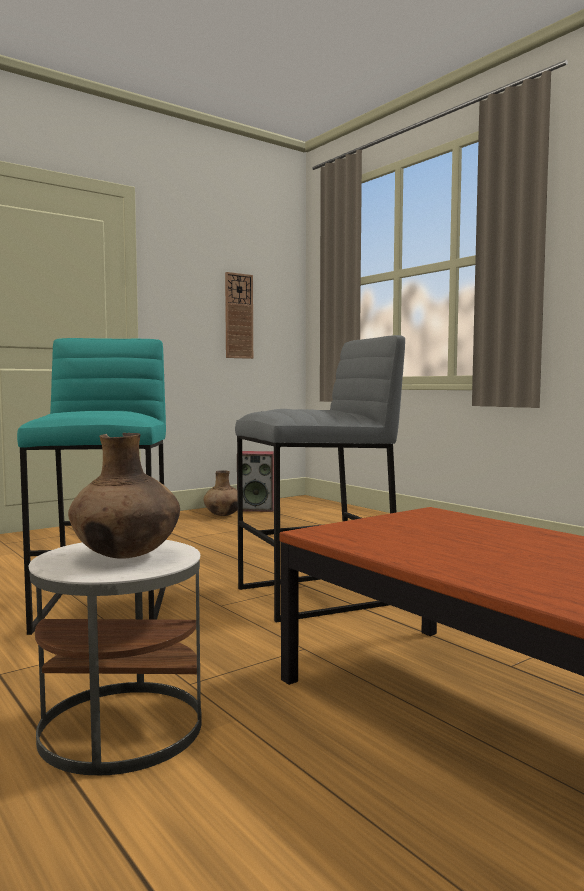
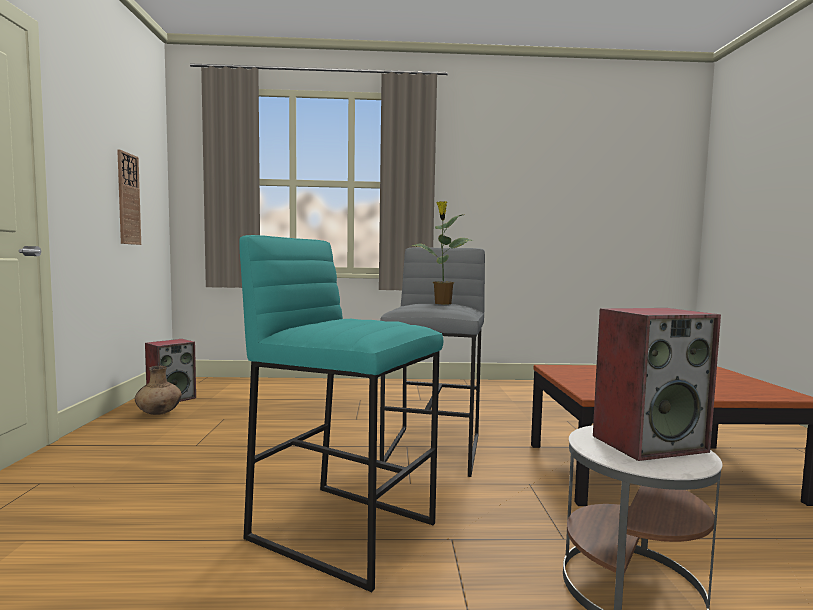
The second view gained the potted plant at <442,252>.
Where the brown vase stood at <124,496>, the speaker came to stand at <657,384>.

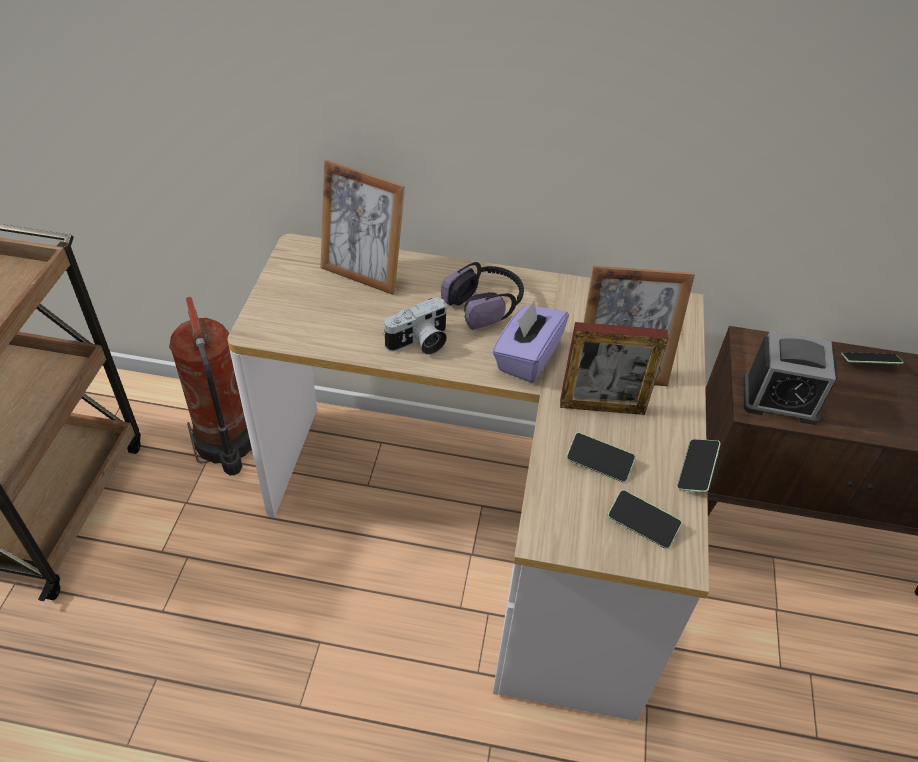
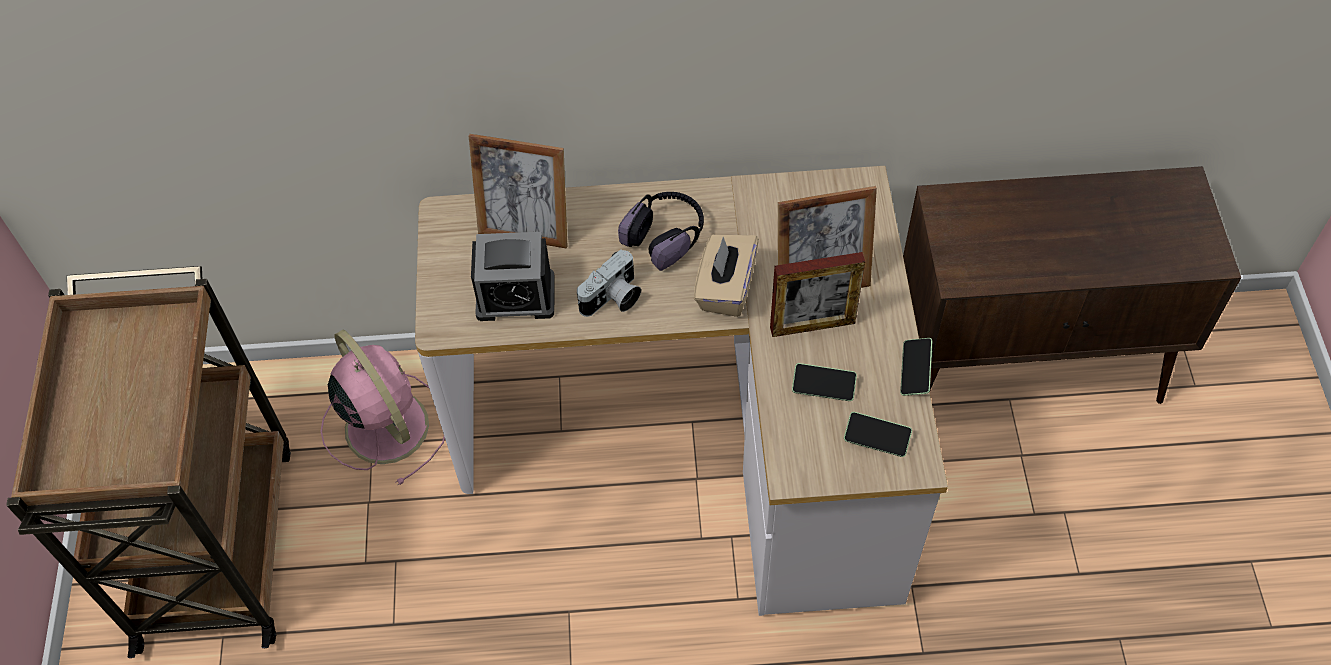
The second view lost the phone at <872,358>.
The alarm clock ended up elsewhere, having gone from <791,378> to <513,276>.
Where the fire extinguisher stood at <210,386>, the pink fan came to stand at <382,407>.
What was the purple tissue box at <530,341> turned into the beige tissue box at <726,276>.

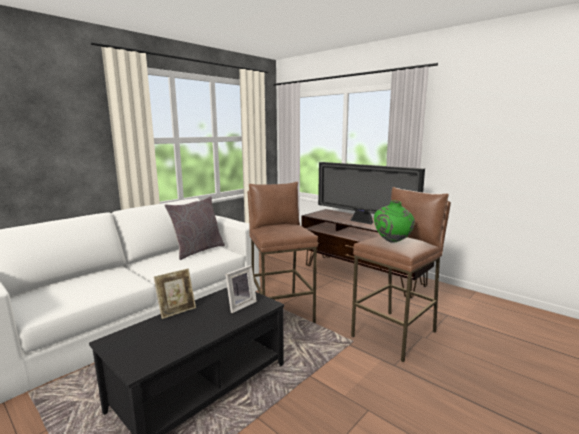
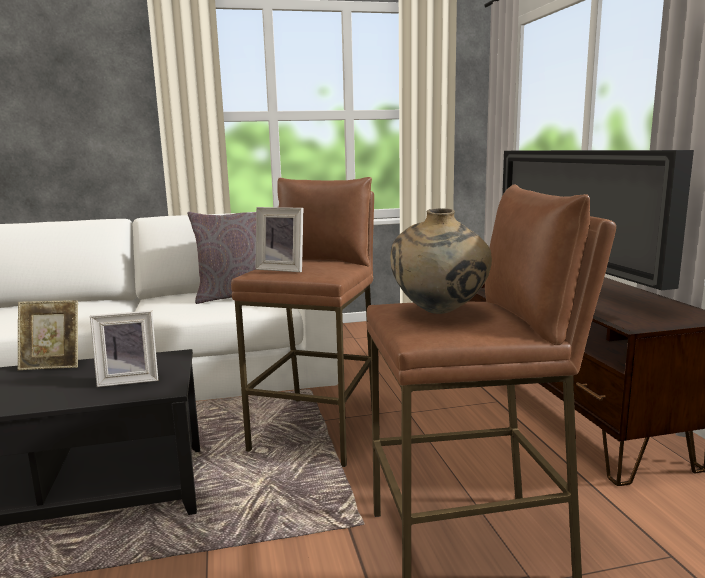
The second view gained the picture frame at <279,239>.
What was the green vase at <394,222> turned into the beige vase at <441,261>.

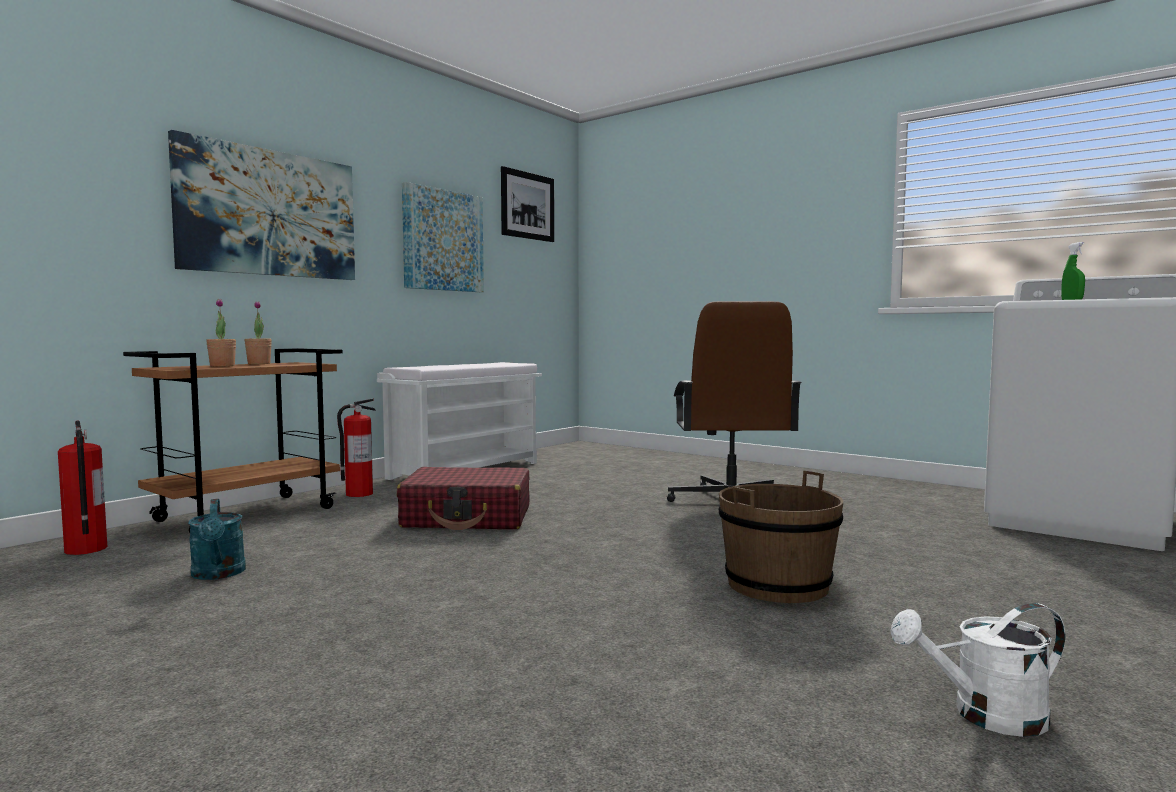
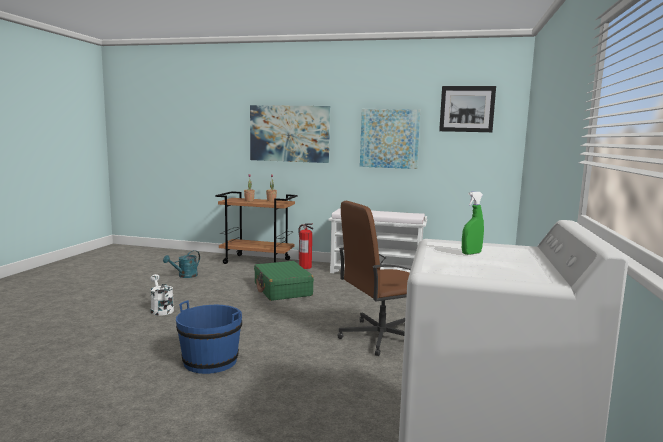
The second view lost the fire extinguisher at <82,487>.
The white watering can ended up elsewhere, having gone from <977,670> to <162,295>.
What was the red suitcase at <463,498> turned into the green suitcase at <284,281>.
What was the brown bucket at <781,537> turned into the blue bucket at <209,337>.

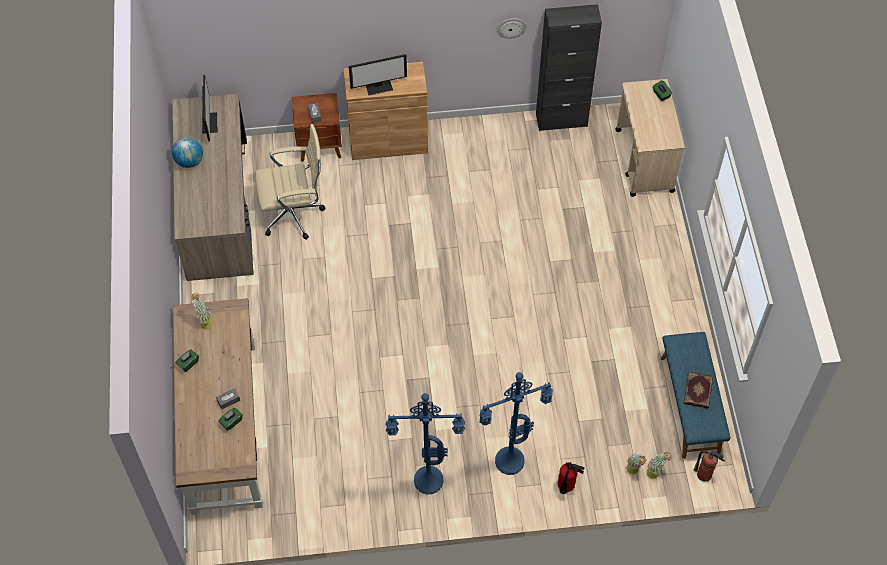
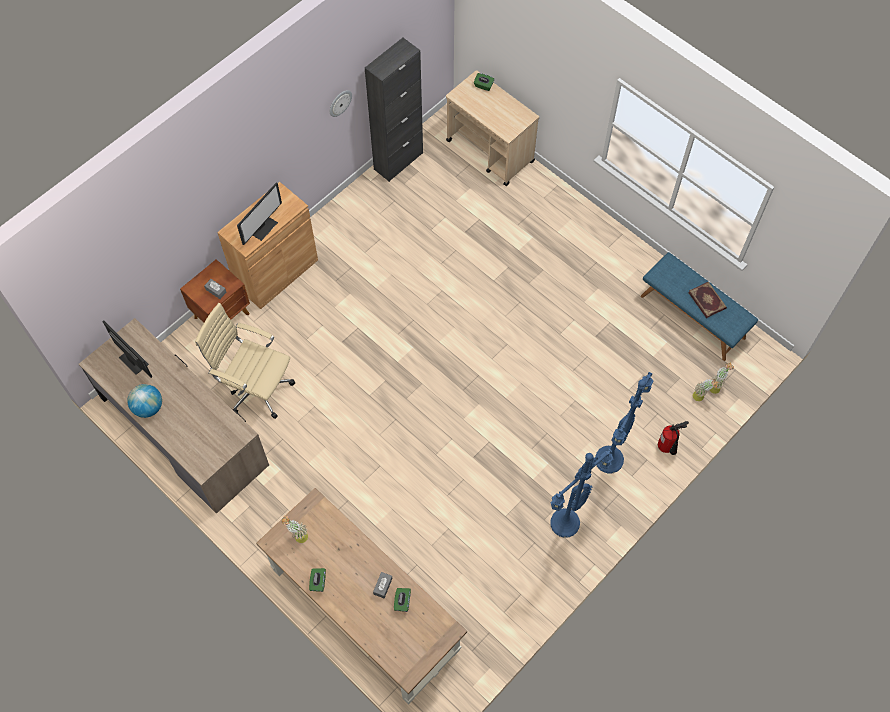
The second view lost the fire extinguisher at <709,466>.
The beige office chair at <290,182> ended up facing another way, 105 degrees counterclockwise from before.

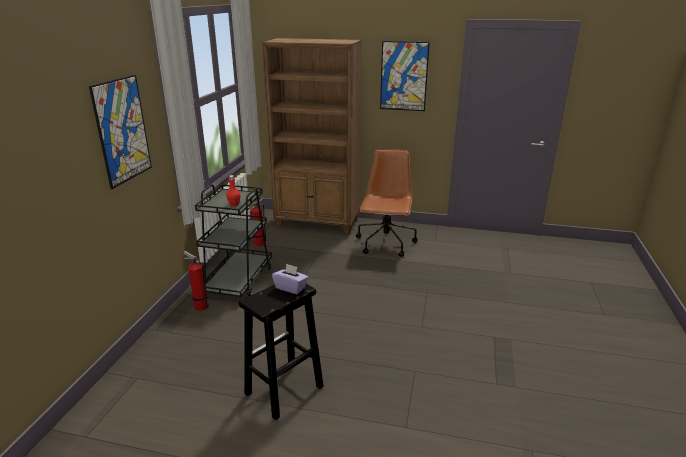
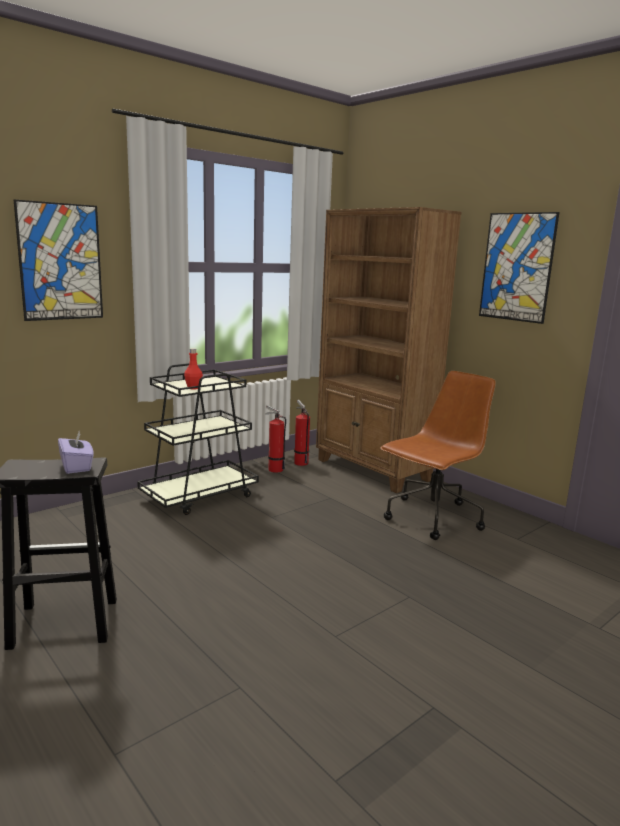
The fire extinguisher ended up elsewhere, having gone from <196,281> to <302,433>.

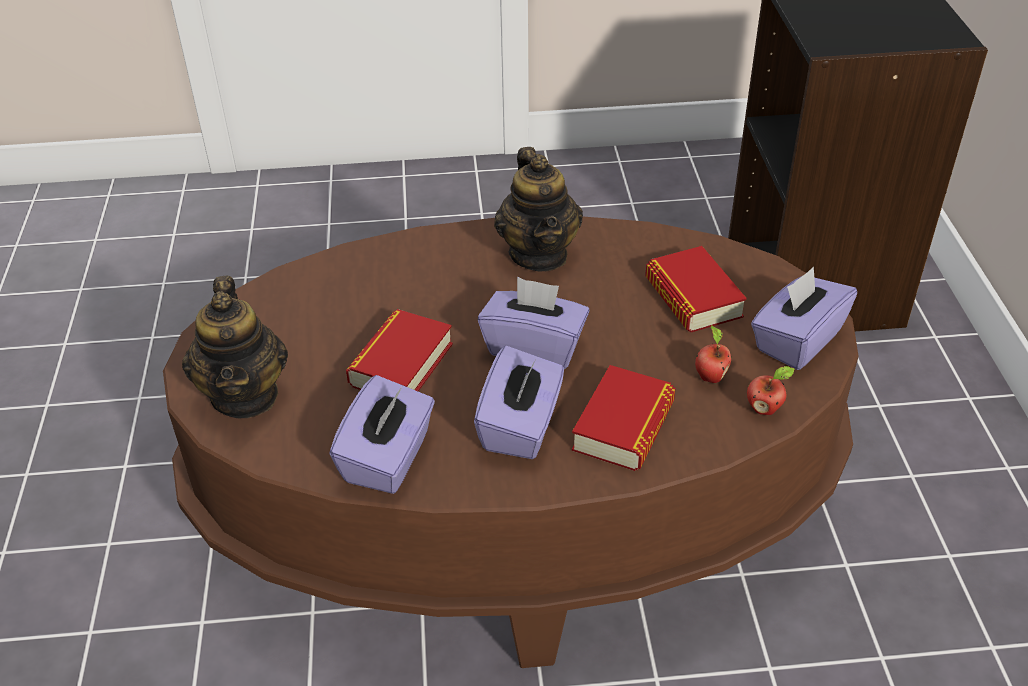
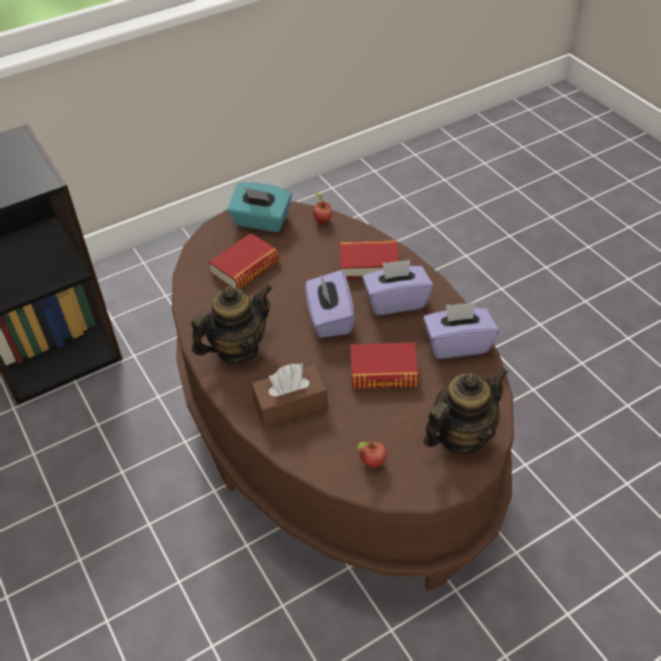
The second view gained the brown tissue box at <289,395>.
The apple ended up elsewhere, having gone from <713,354> to <372,454>.
What was the purple tissue box at <804,318> turned into the turquoise tissue box at <259,207>.

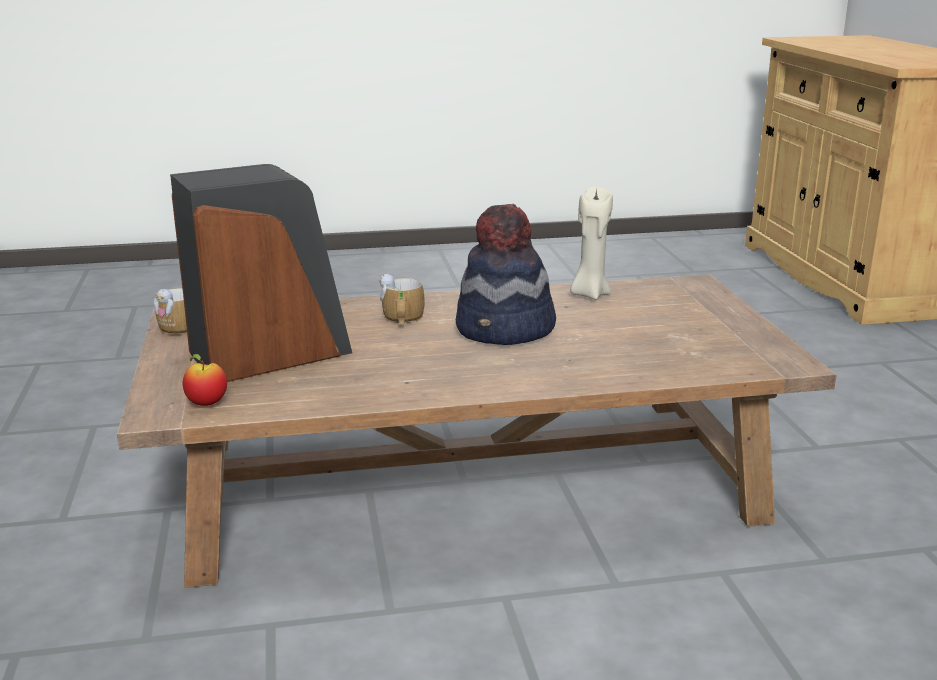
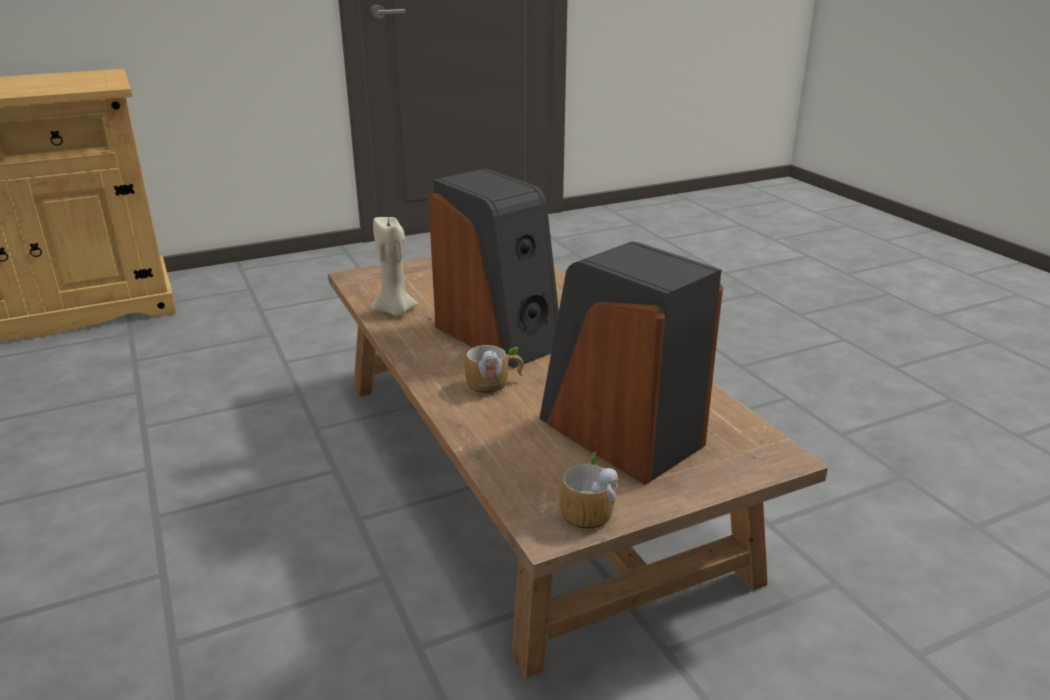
The second view lost the apple at <205,380>.
Where the hat stood at <506,274>, the speaker came to stand at <493,268>.

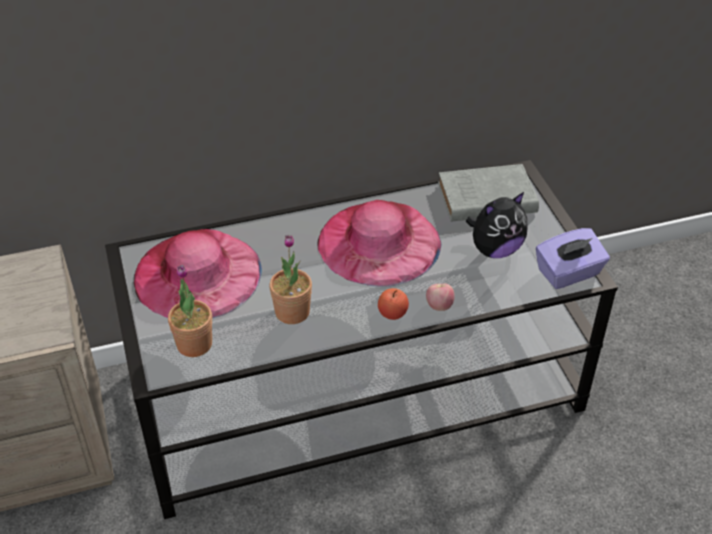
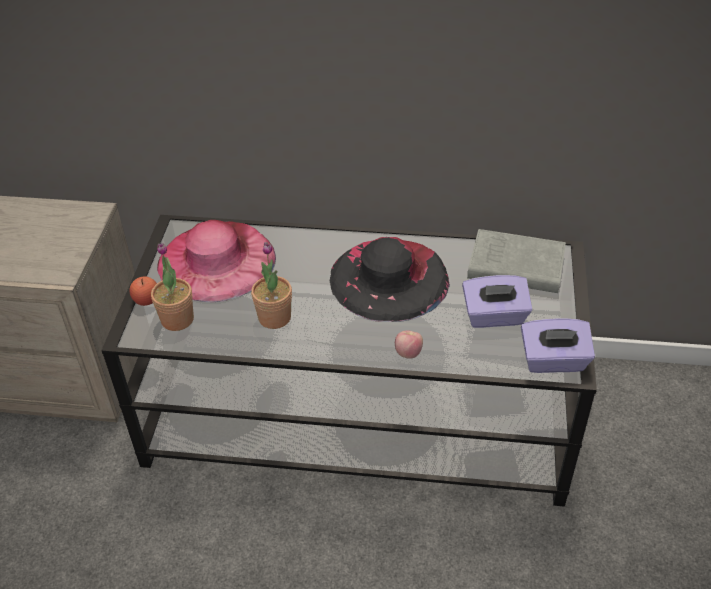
The apple ended up elsewhere, having gone from <393,304> to <143,291>.
Where the plush toy stood at <497,225>, the purple tissue box came to stand at <497,301>.
What was the pink hat at <379,243> turned into the black hat at <390,279>.

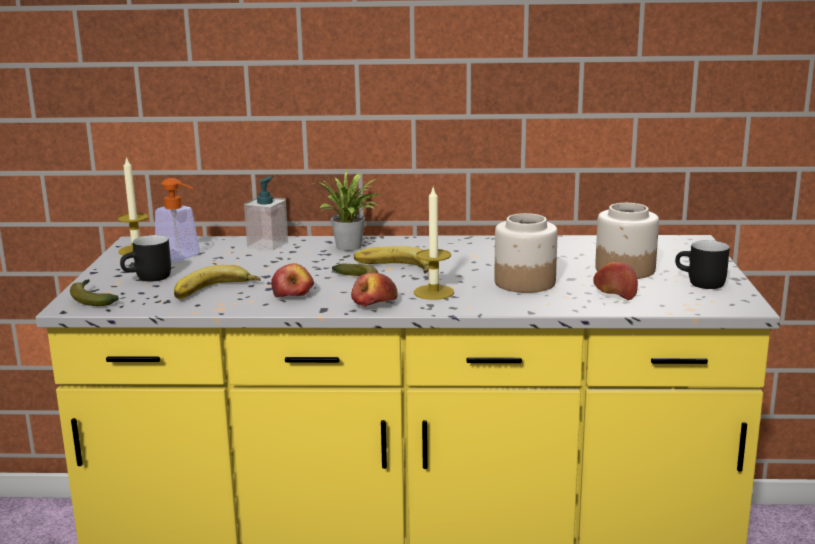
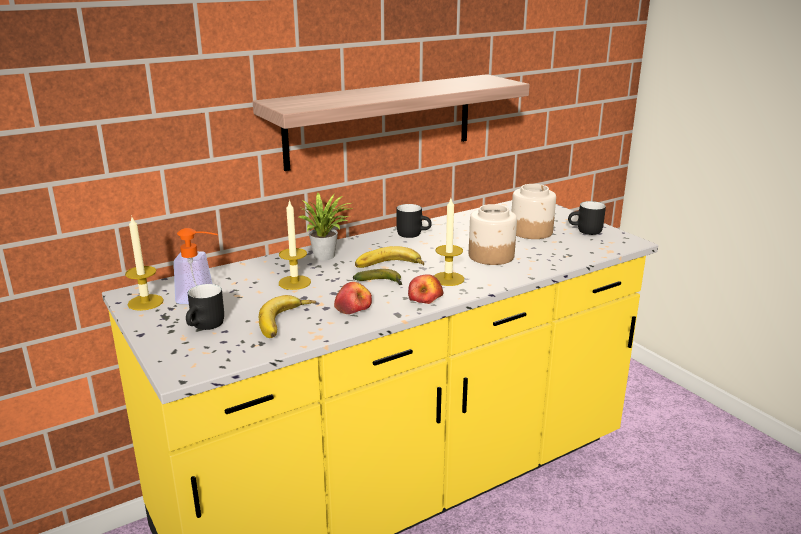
The second view lost the banana at <94,292>.
The second view lost the soap dispenser at <266,213>.
The second view lost the apple at <615,281>.
The second view gained the shelf at <391,122>.
The second view gained the candle at <295,245>.
The second view gained the black mug at <414,221>.

